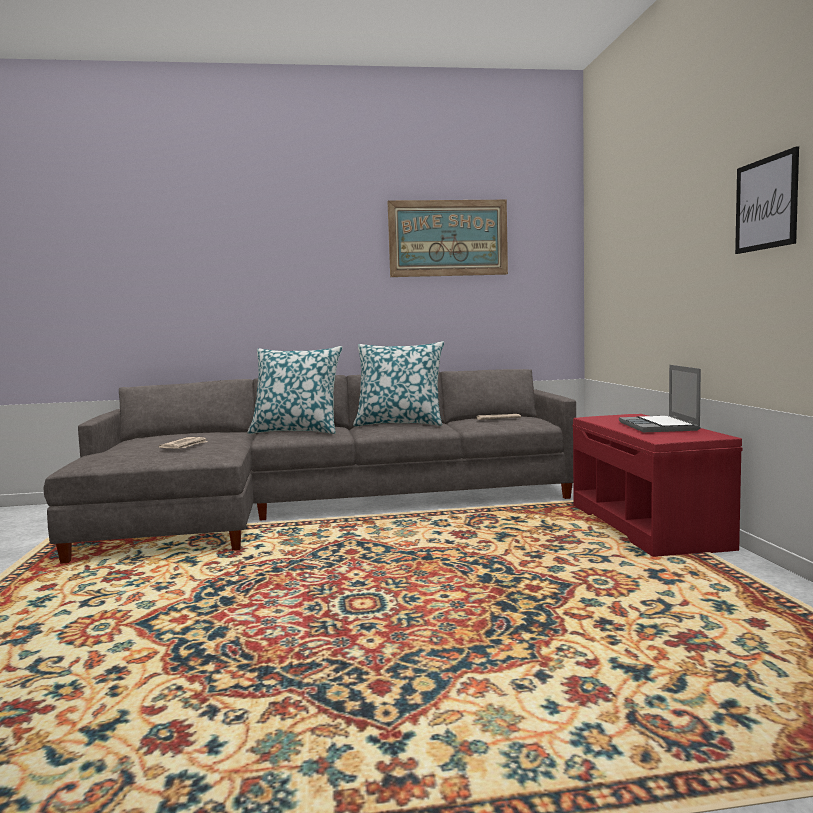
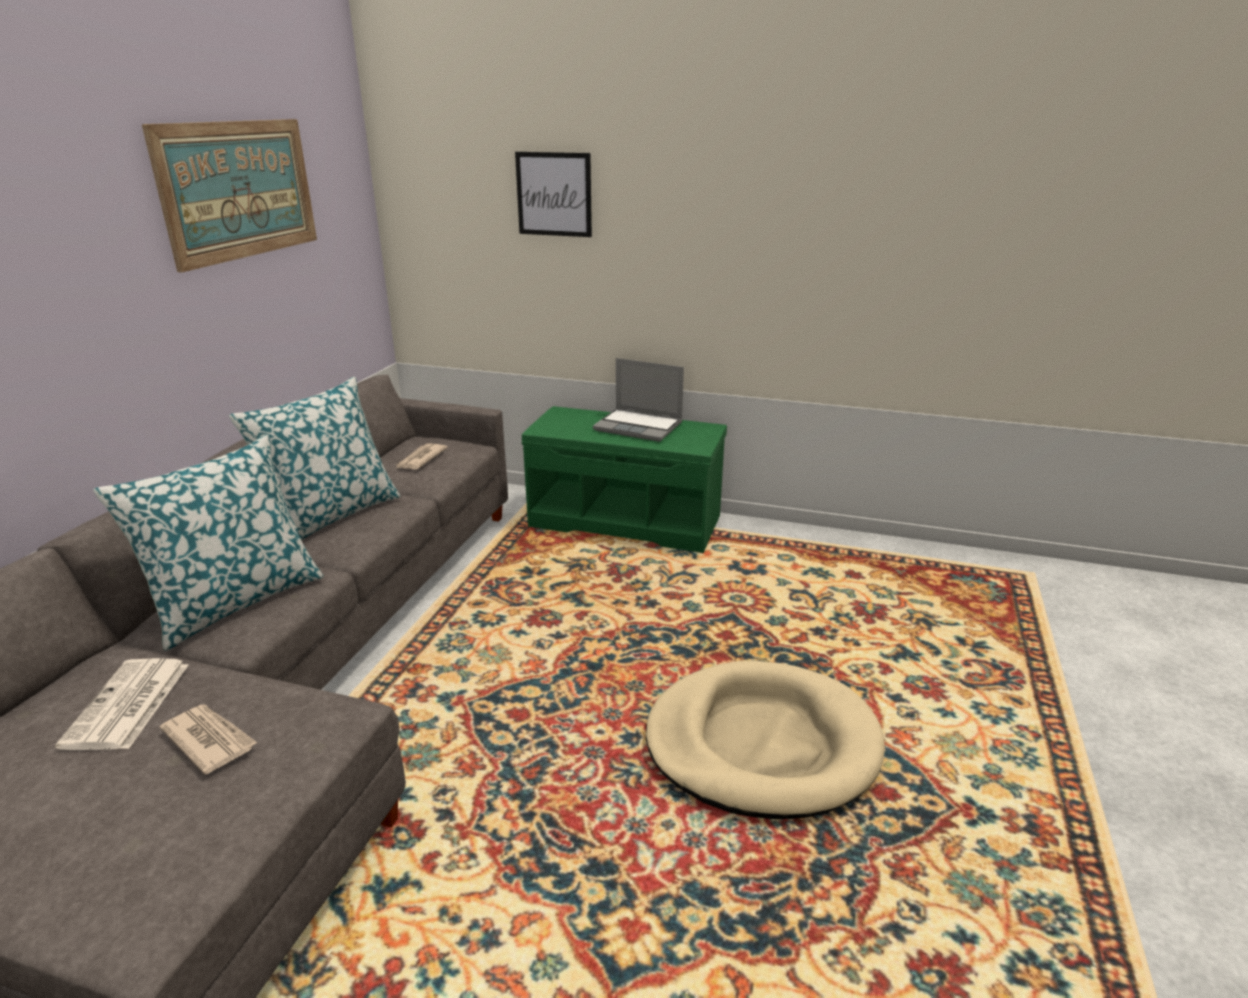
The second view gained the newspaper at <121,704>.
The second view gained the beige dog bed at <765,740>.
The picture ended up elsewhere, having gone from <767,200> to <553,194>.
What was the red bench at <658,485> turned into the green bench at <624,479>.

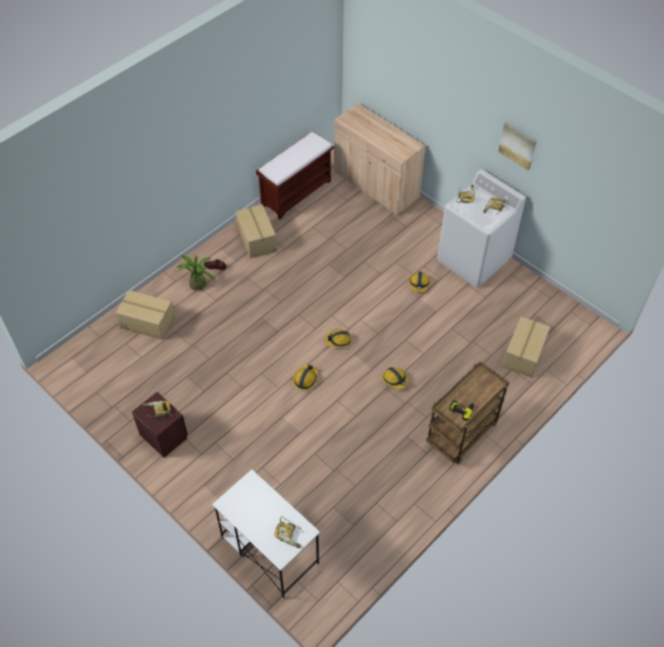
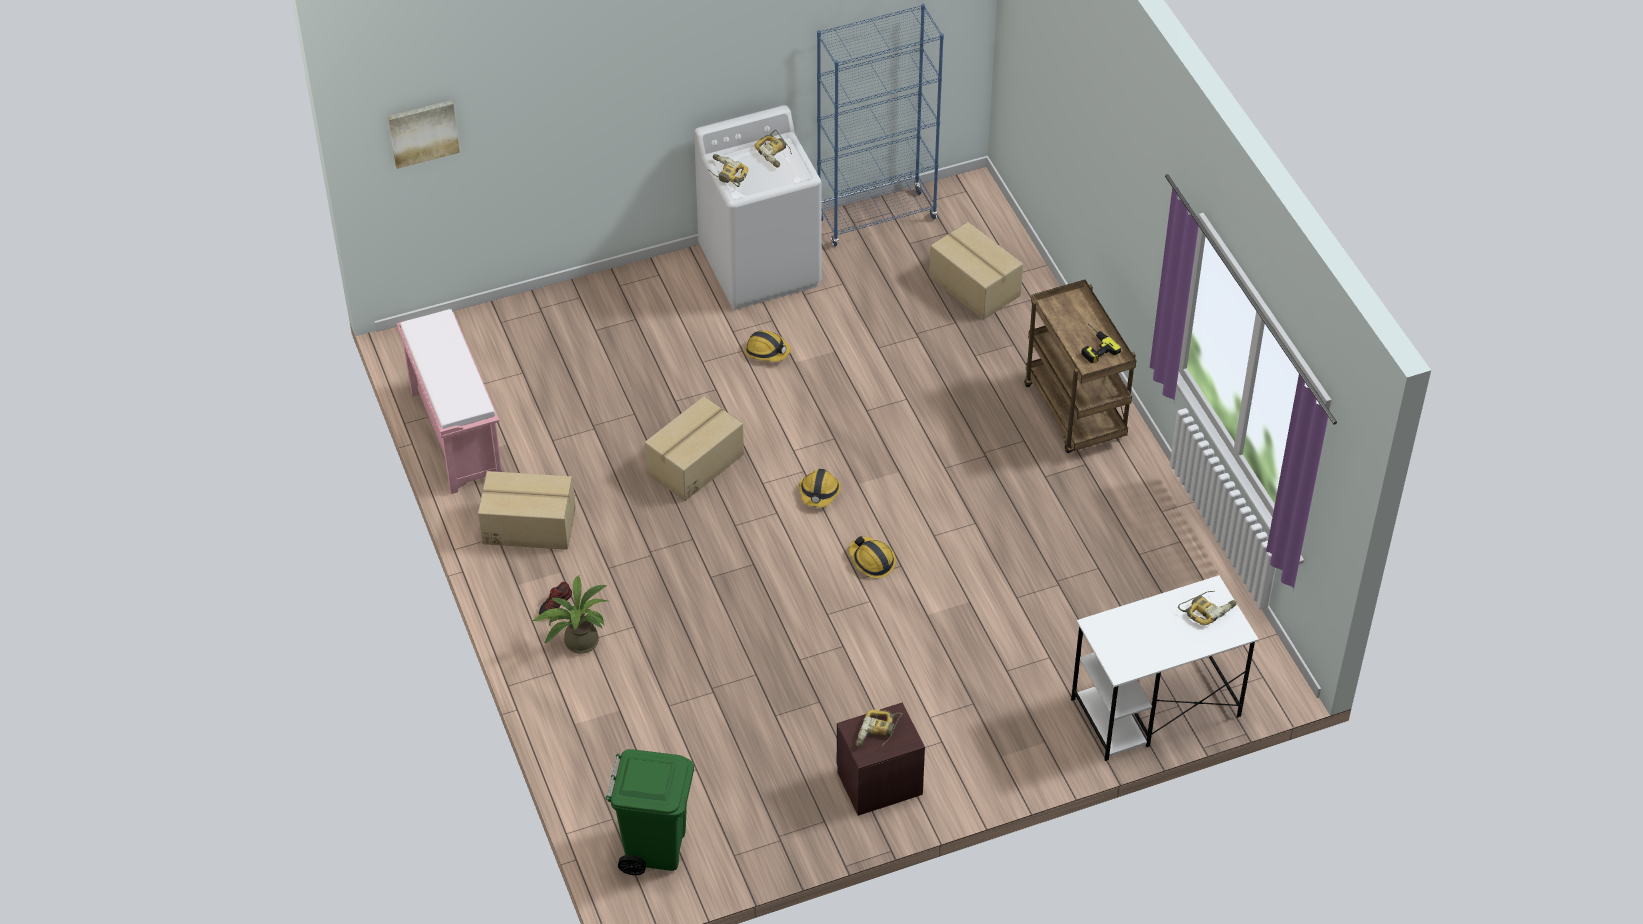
The second view lost the beige cabinet at <380,159>.
The second view lost the hard hat at <395,378>.
The second view gained the green trash can at <650,812>.
The second view gained the blue bookcase at <880,125>.
The cardboard box ended up elsewhere, having gone from <145,315> to <694,448>.
The picture ended up elsewhere, having gone from <517,146> to <424,134>.
What was the brown bench at <295,175> turned into the pink bench at <450,401>.

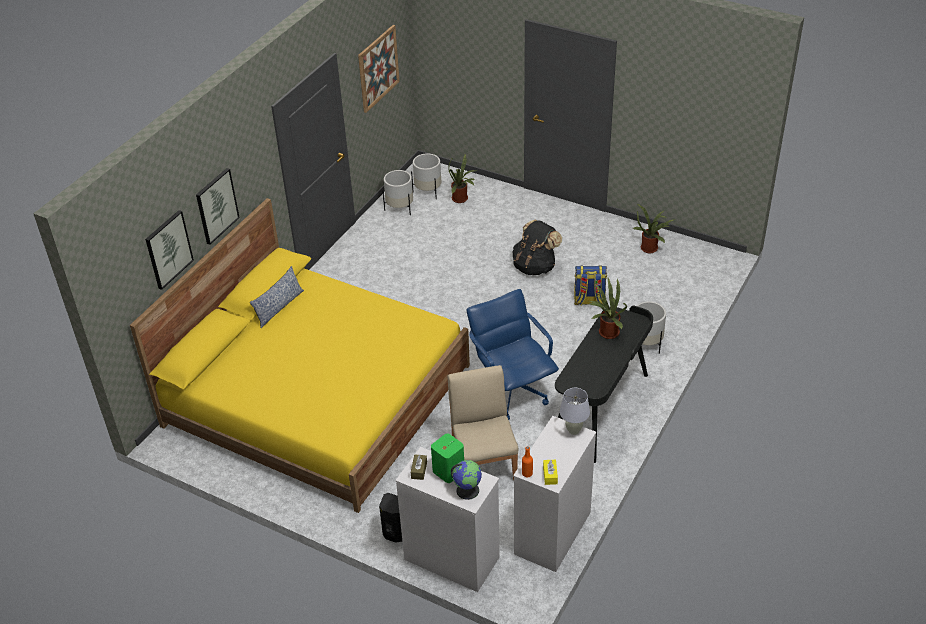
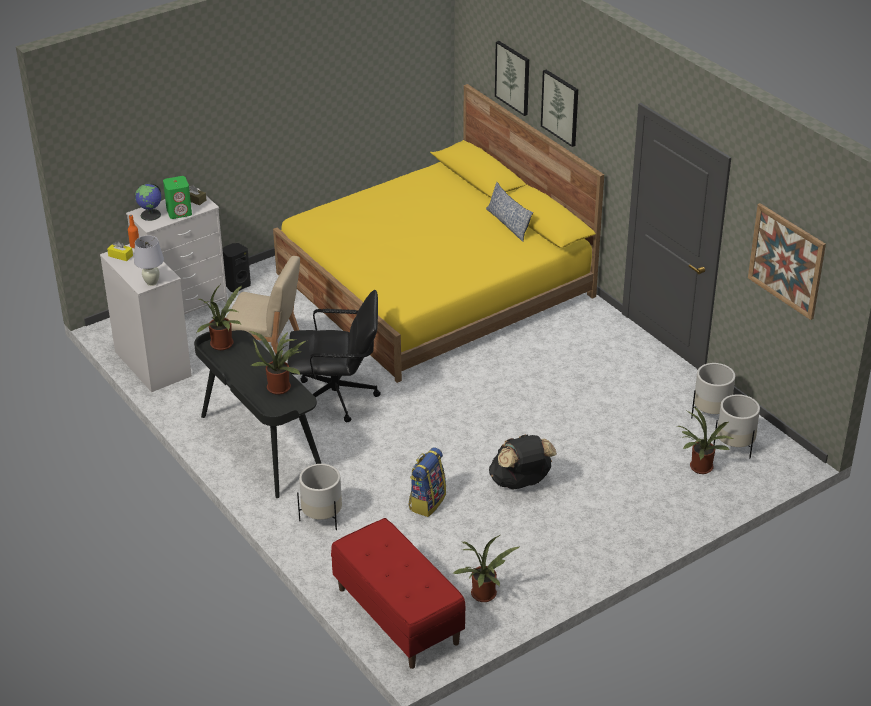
The second view gained the potted plant at <219,317>.
The second view gained the red bench at <398,593>.
What was the blue office chair at <513,354> turned into the black office chair at <334,356>.

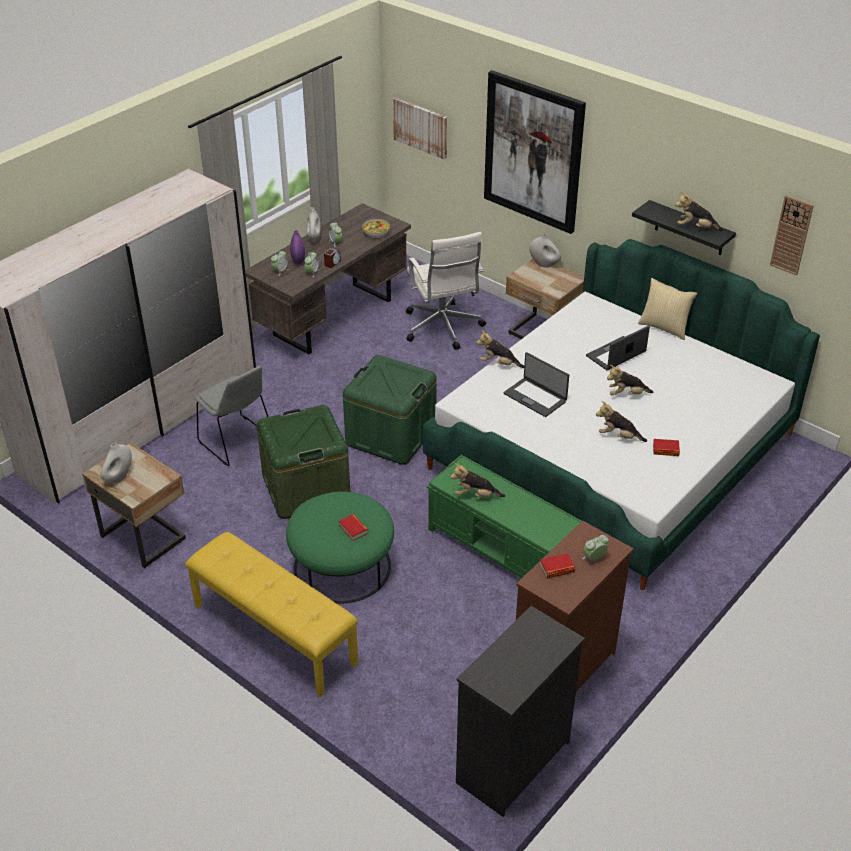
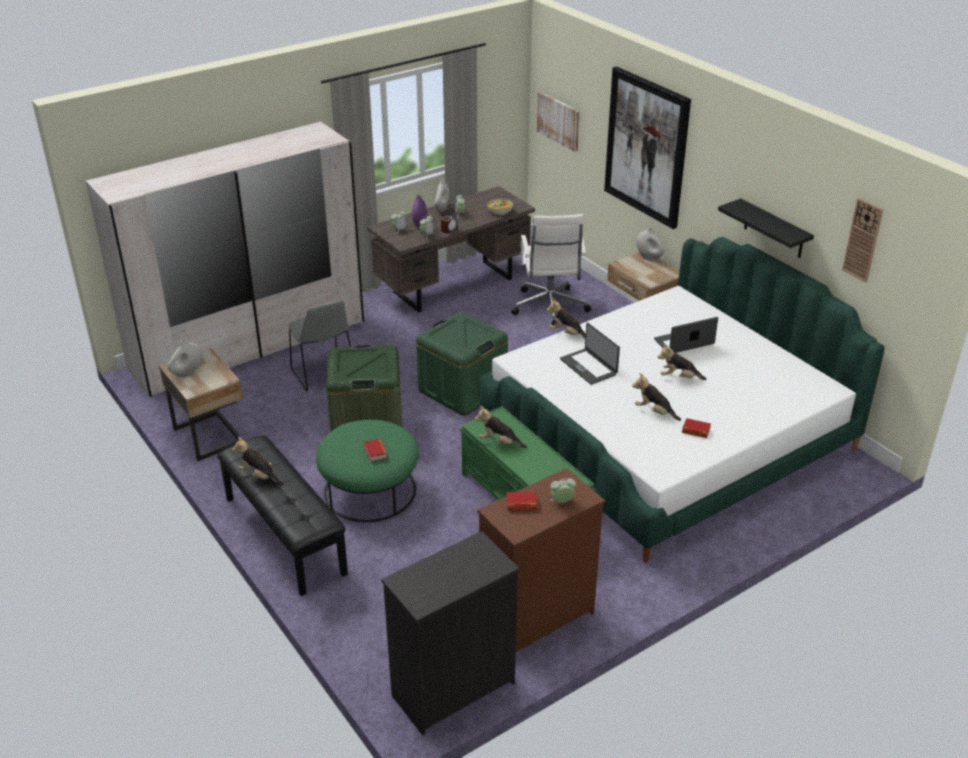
The second view lost the pillow at <667,309>.
The plush toy ended up elsewhere, having gone from <699,211> to <258,460>.
What was the yellow bench at <271,614> turned into the black bench at <282,515>.

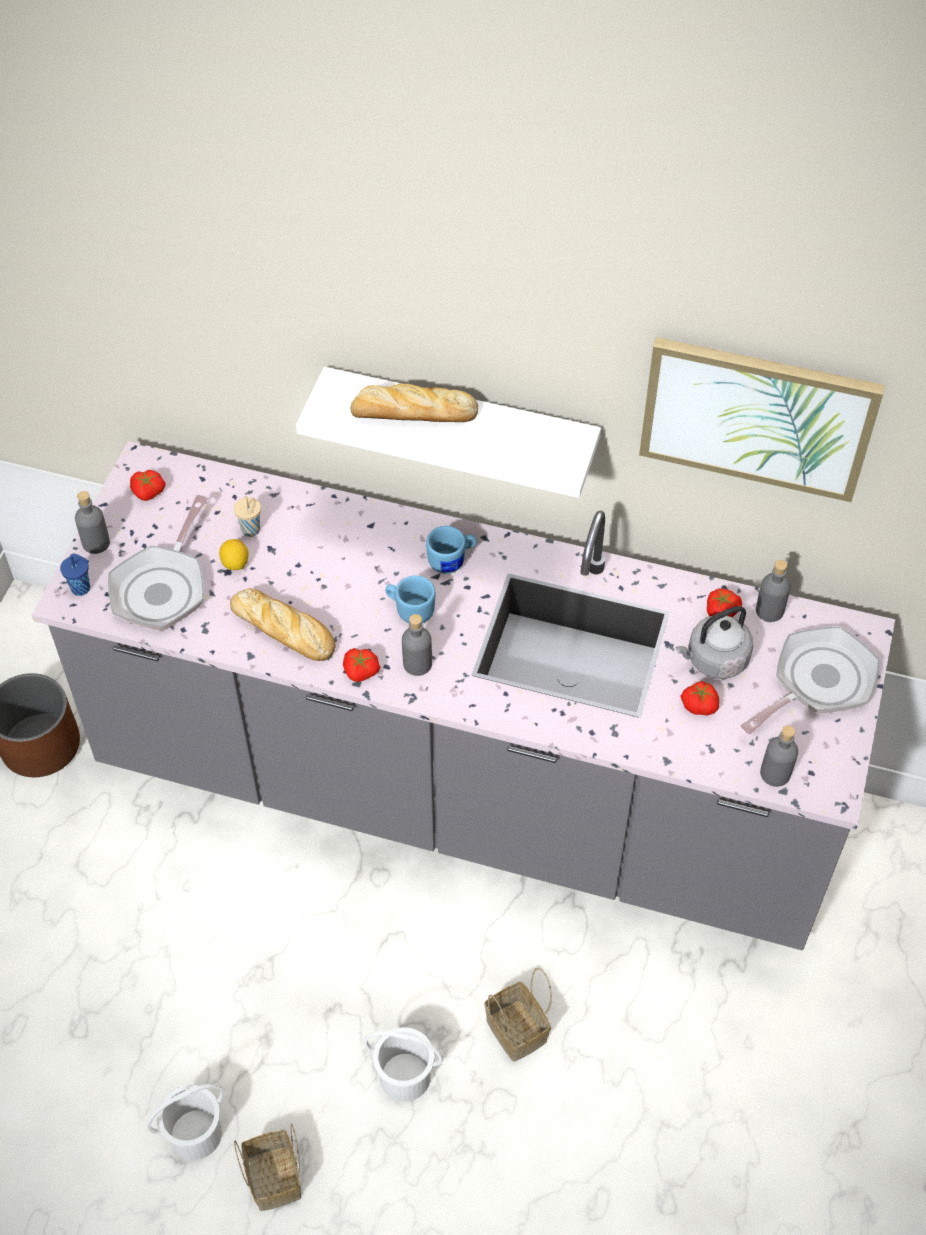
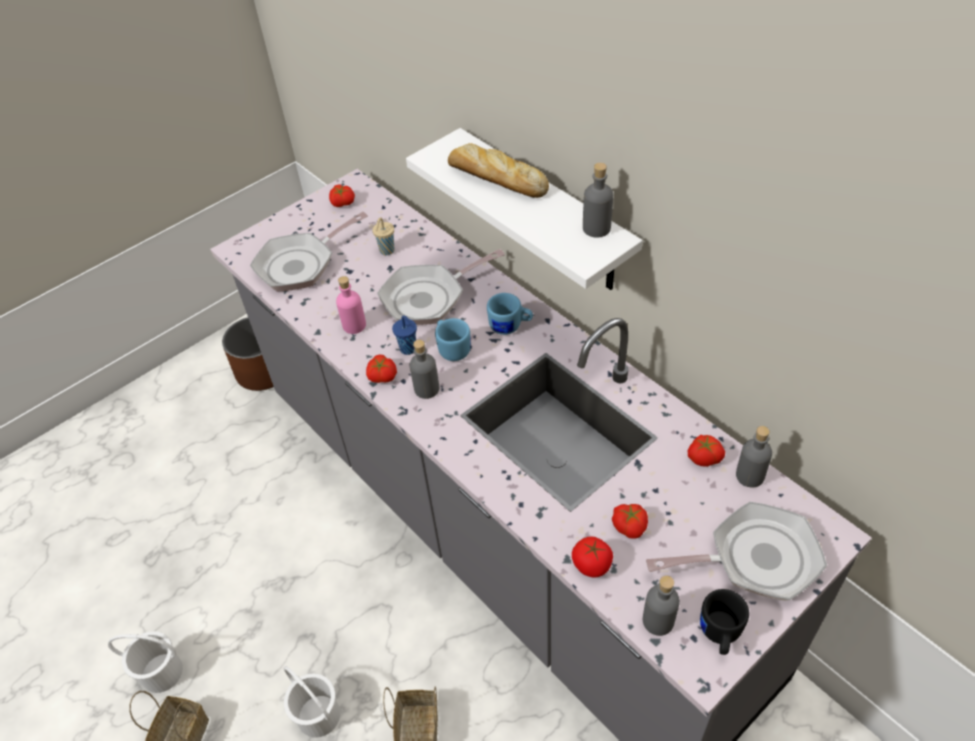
The second view lost the lemon at <234,554>.
The second view lost the picture at <762,419>.
The second view lost the grey kettle at <714,642>.
The second view gained the frying pan at <441,287>.
The second view gained the tomato at <592,557>.
The second view gained the black mug at <724,622>.
The blue cup ended up elsewhere, having gone from <75,575> to <404,335>.
The grey bottle ended up elsewhere, having gone from <92,522> to <598,200>.
Where the bread stood at <283,624>, the pink bottle came to stand at <351,305>.

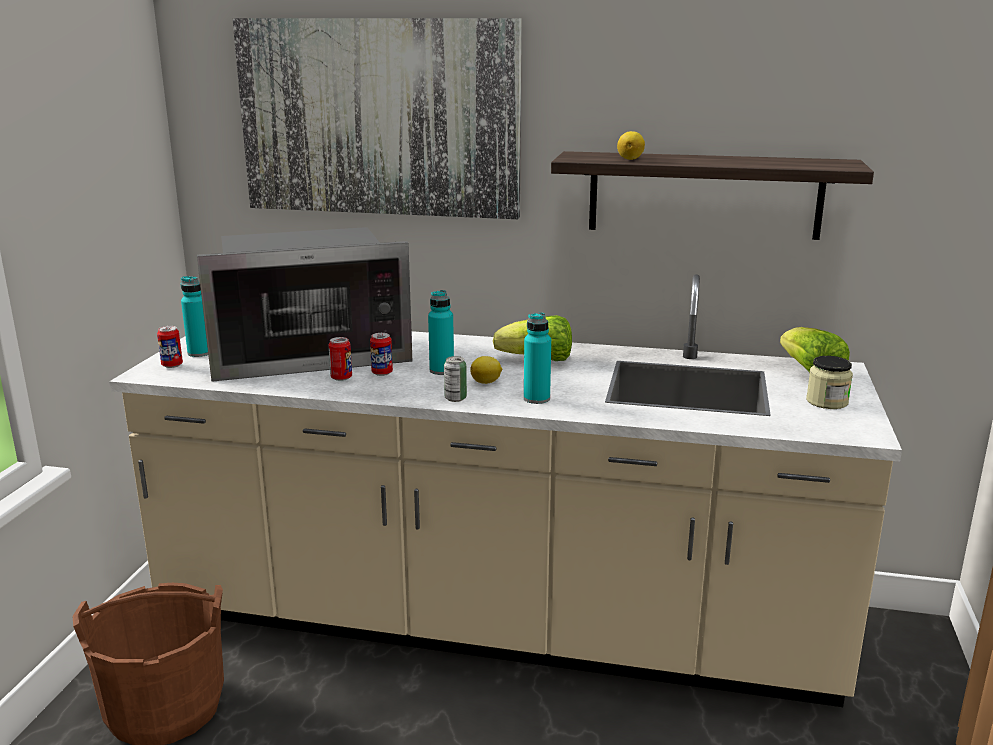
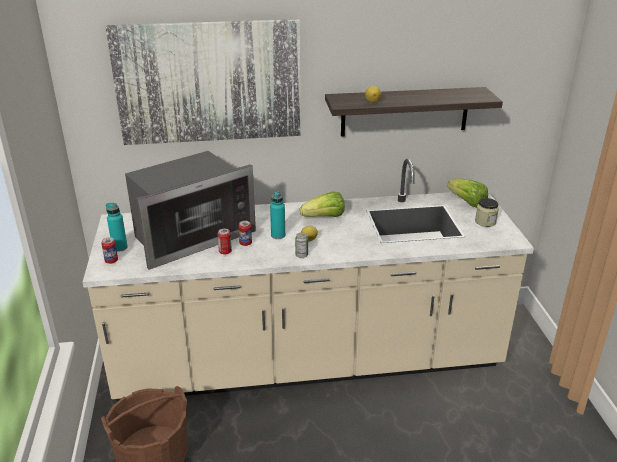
The second view lost the turquoise bottle at <537,358>.

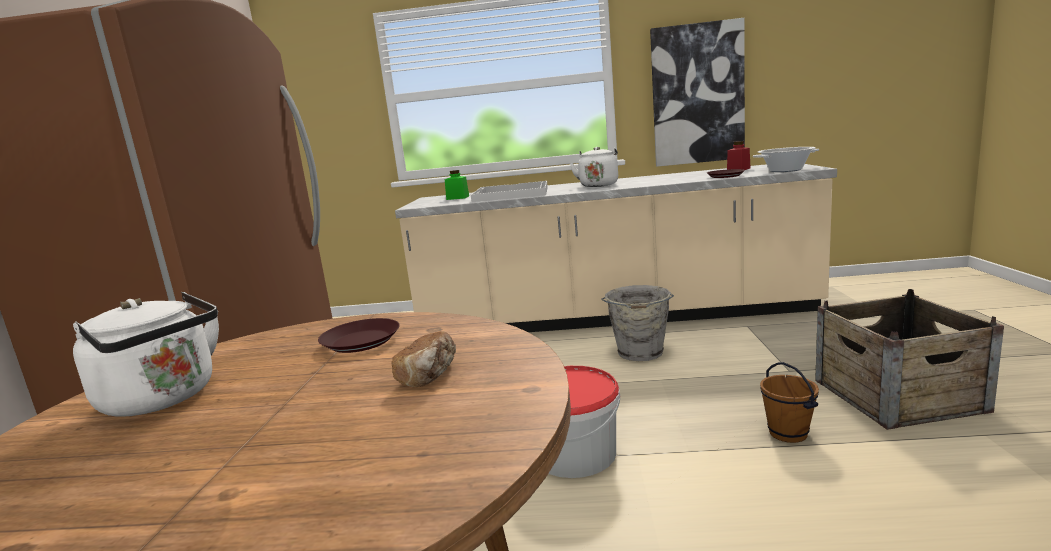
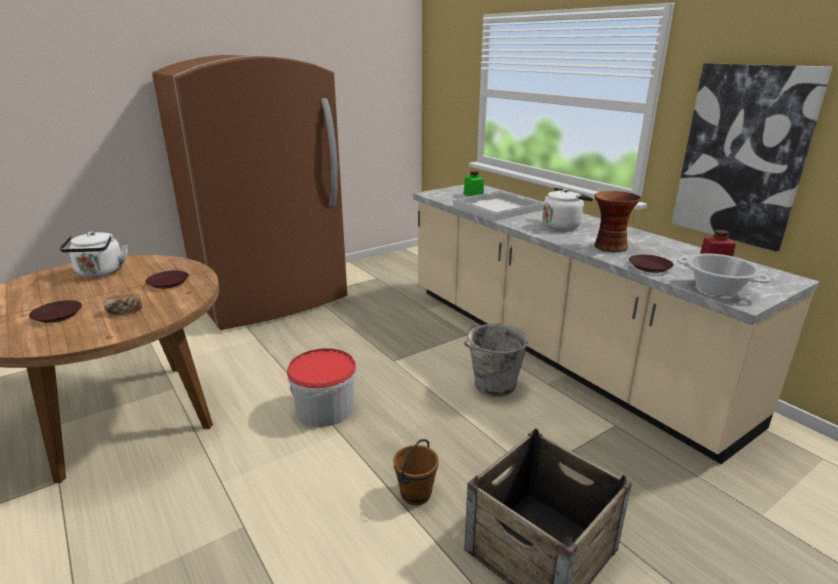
The second view gained the brown plate at <55,311>.
The second view gained the vase at <617,221>.

